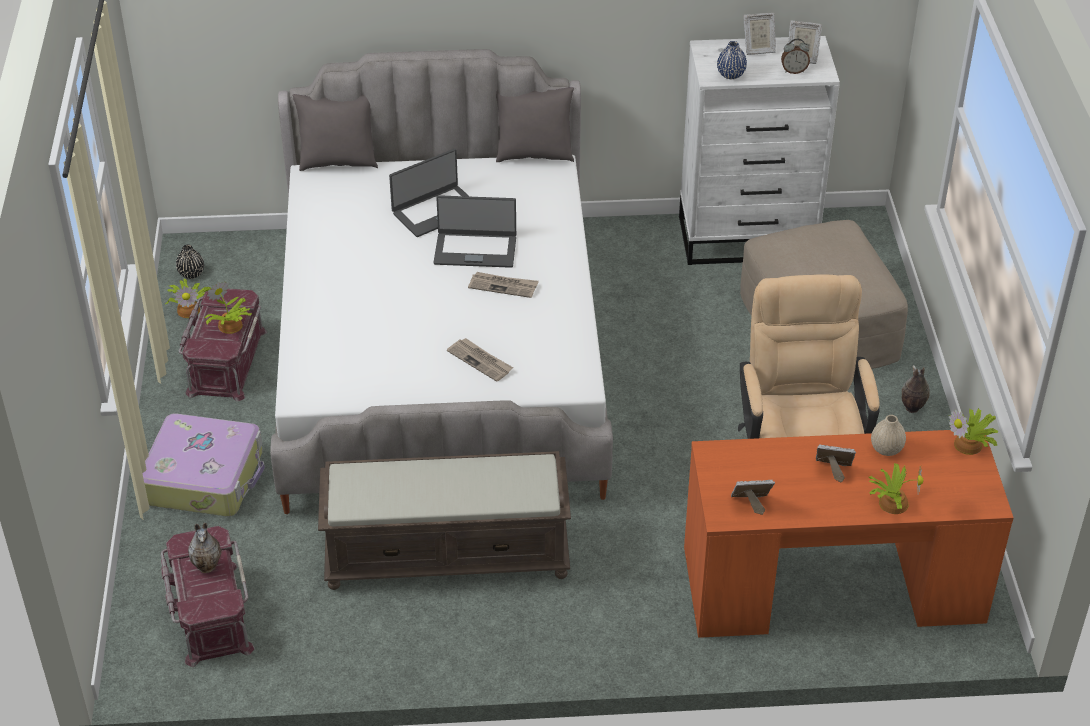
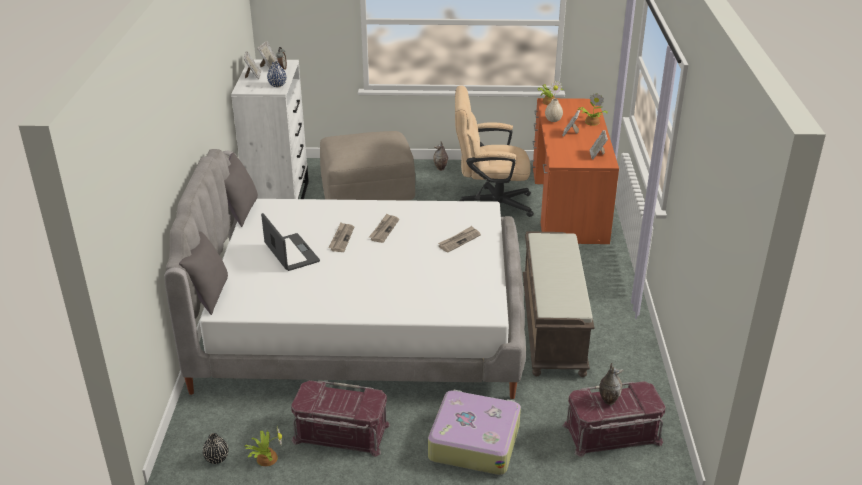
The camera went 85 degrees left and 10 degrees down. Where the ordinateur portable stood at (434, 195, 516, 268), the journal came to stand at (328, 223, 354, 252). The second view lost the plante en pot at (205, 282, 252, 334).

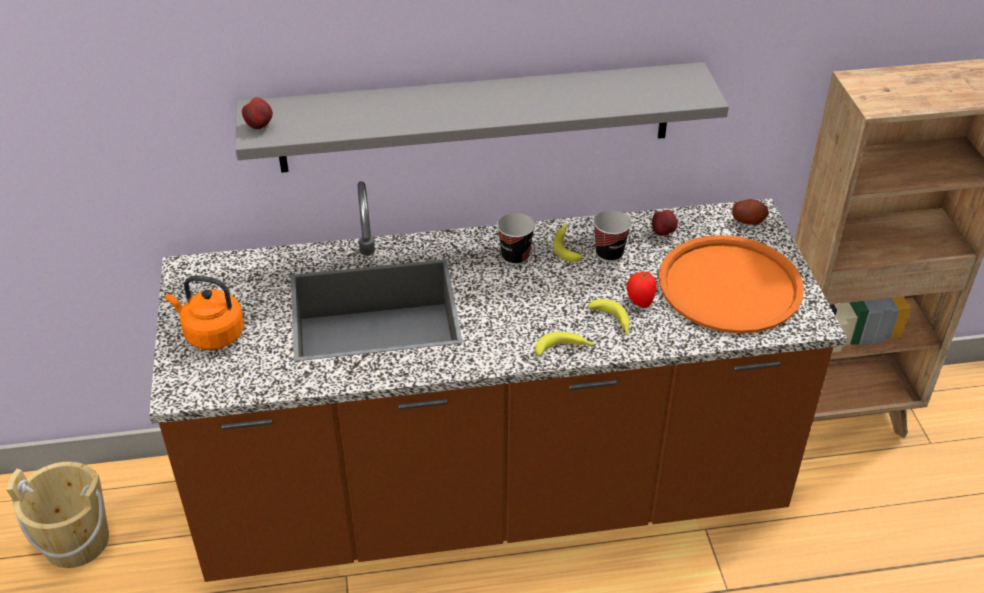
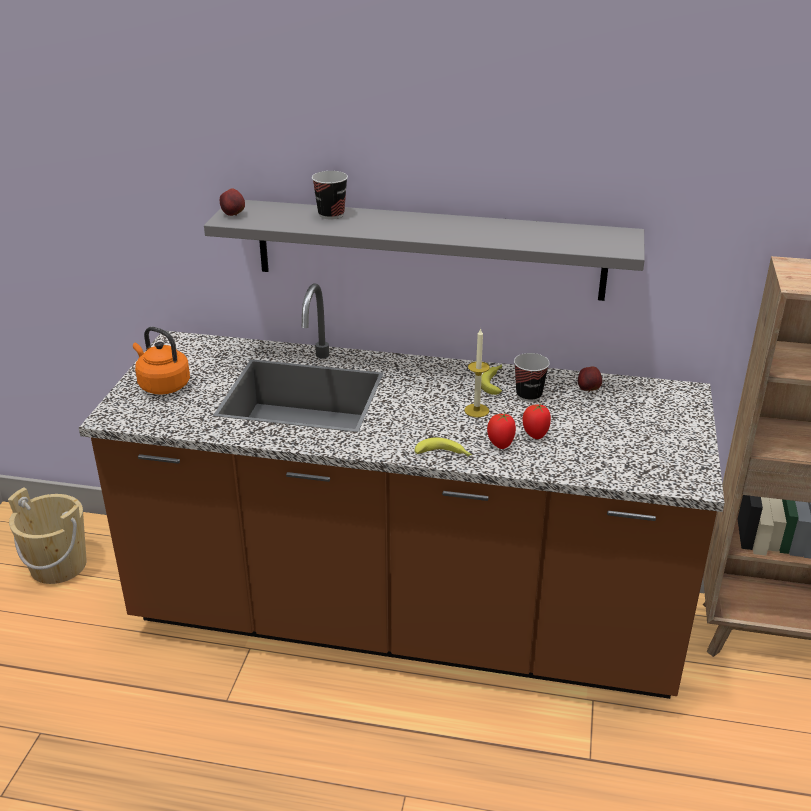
The camera went 20 degrees right and 10 degrees down. The second view lost the pomme de terre at (732, 199, 769, 225). The tasse ended up elsewhere, having gone from (497, 213, 535, 265) to (312, 171, 348, 219). The second view lost the plateau/orange at (659, 235, 804, 334). Where the banane stood at (588, 299, 630, 336), the tomate came to stand at (487, 413, 516, 449). The second view gained the bougie at (464, 328, 490, 417).

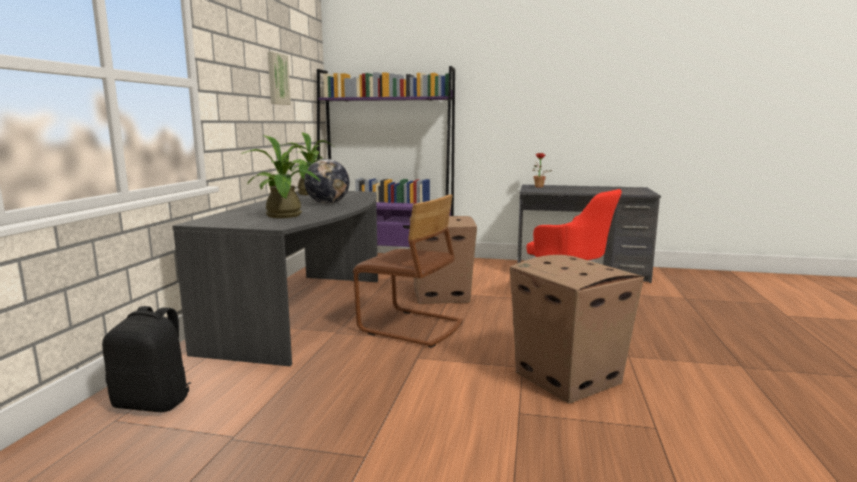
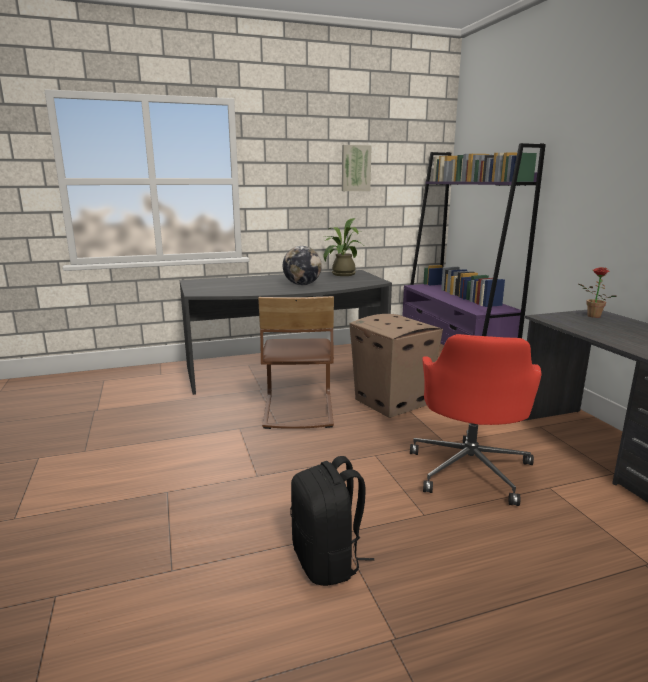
The camera went 60 degrees right and 5 degrees up. The second view lost the plante en pot at (241, 135, 320, 218). The second view lost the carton at (510, 255, 644, 404). The sac à dos/noir ended up elsewhere, having gone from (102, 306, 191, 412) to (290, 456, 374, 586).

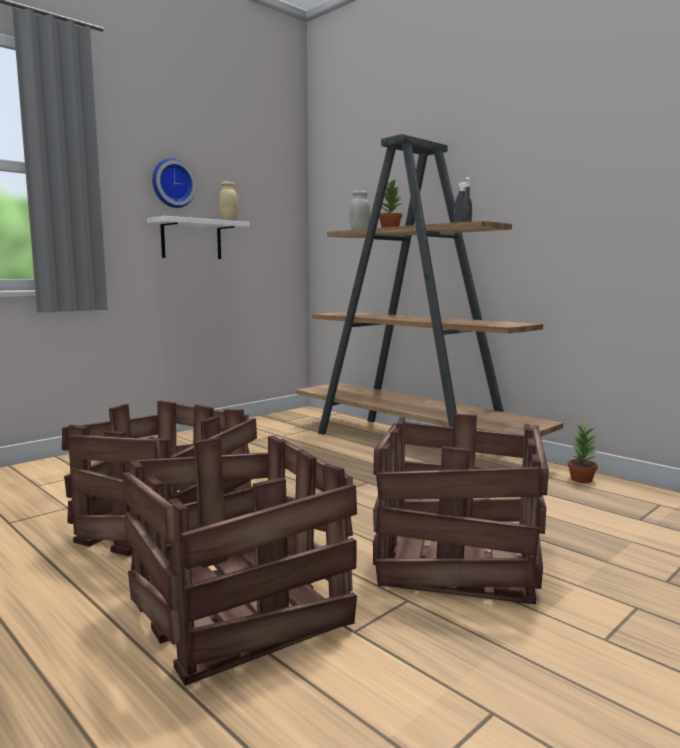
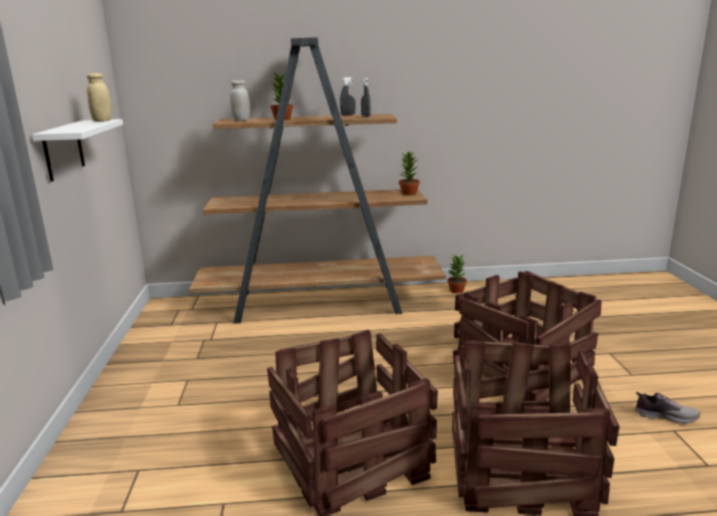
The camera went 50 degrees left and 10 degrees up. The second view lost the horloge murale at (152, 158, 196, 208). The second view gained the plante en pot at (399, 152, 420, 195). The second view gained the chaussure at (635, 392, 700, 424).

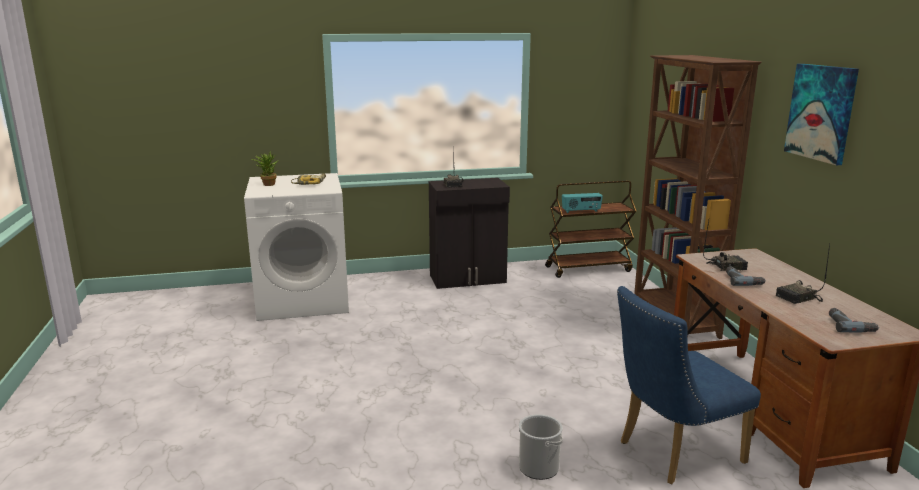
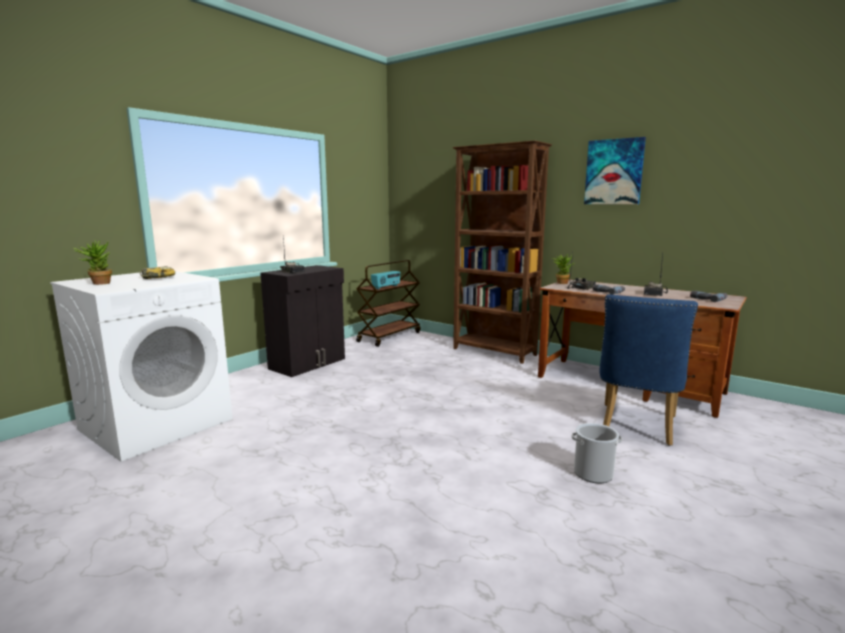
The camera went 40 degrees left and 5 degrees down. The second view gained the plante en pot at (552, 254, 575, 284).

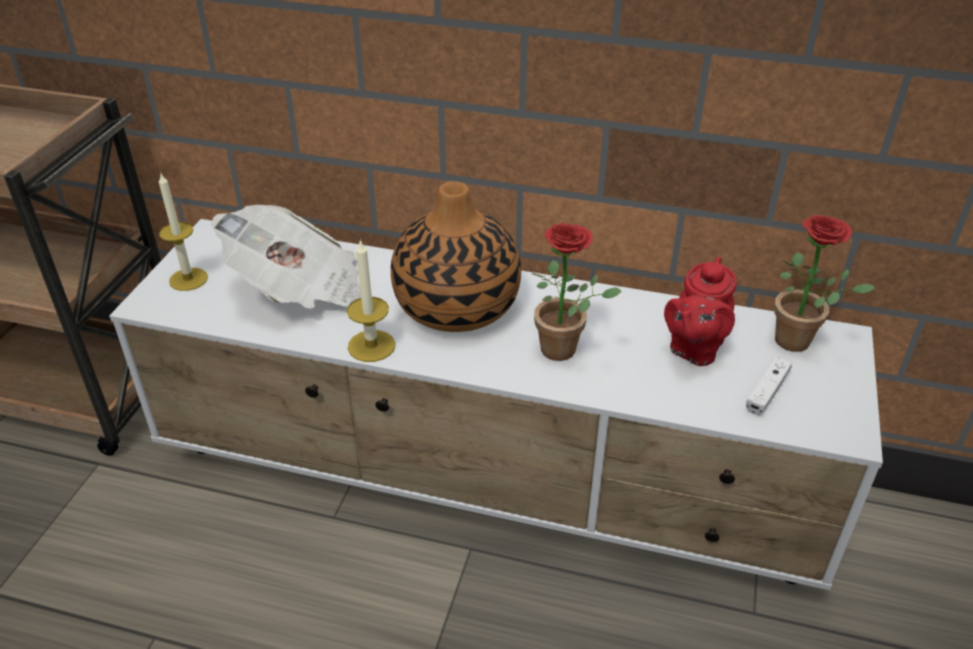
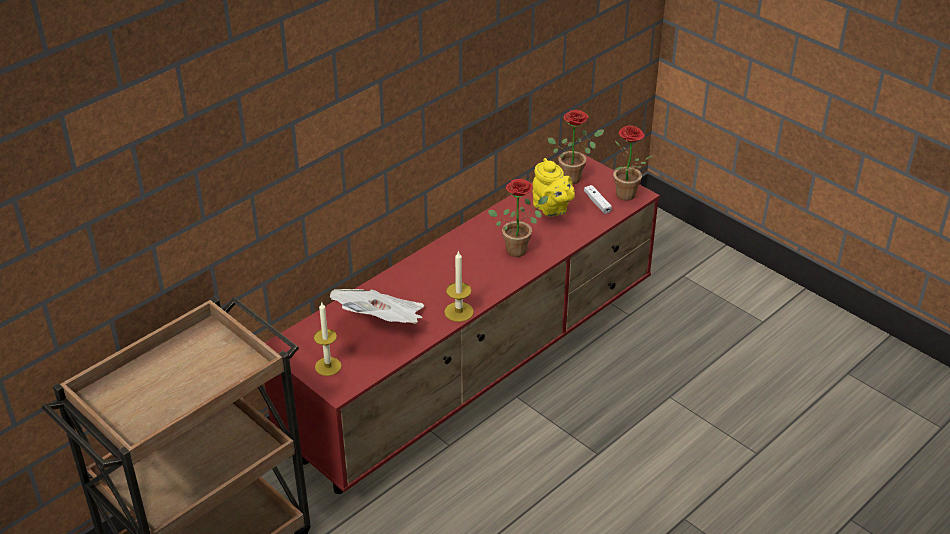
The camera went 60 degrees left and 0 degrees up. The second view lost the vase at (391, 181, 521, 332). What was the meuble télé/blanc at (109, 219, 883, 590) turned into the meuble télé/rouge at (265, 153, 660, 494). What was the théière/rouge at (664, 257, 737, 366) turned into the théière/jaune at (533, 158, 575, 217). The second view gained the plante en pot at (614, 125, 653, 201).

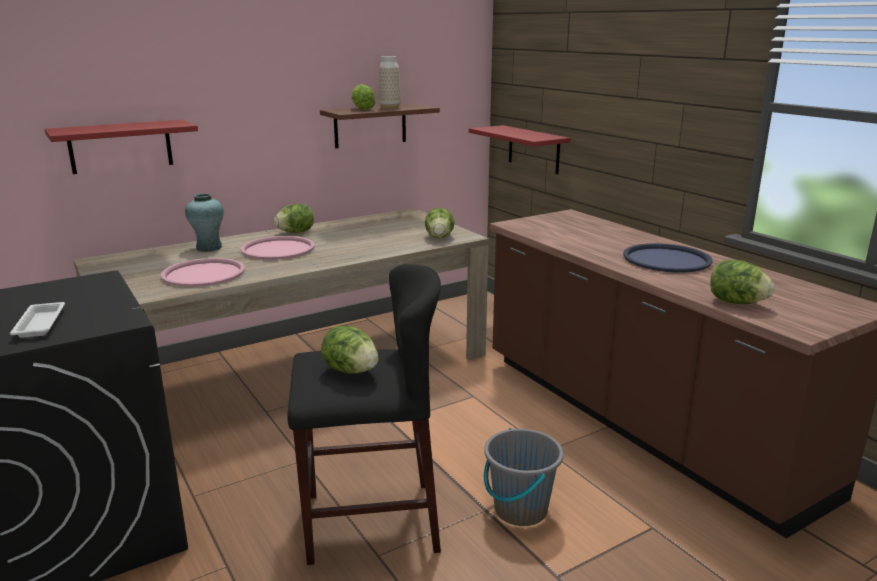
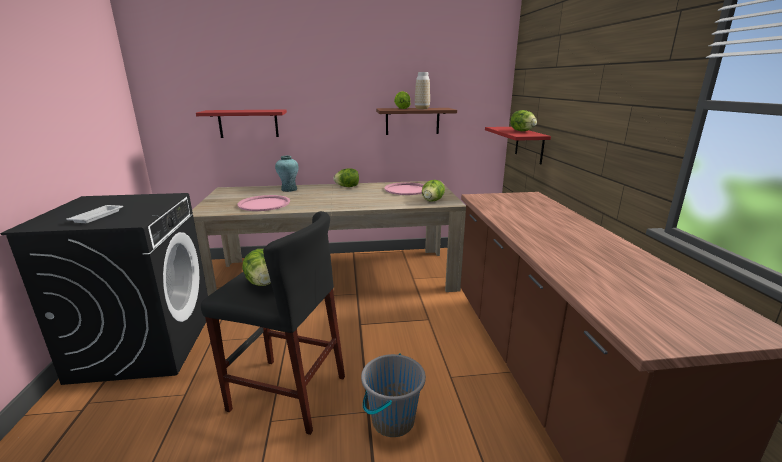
The camera went 25 degrees right and 0 degrees up. The plateau/rose ended up elsewhere, having gone from (240, 236, 314, 260) to (384, 182, 424, 195). The second view lost the plateau/bleu at (623, 243, 713, 273). The laitue ended up elsewhere, having gone from (710, 260, 775, 304) to (510, 110, 537, 131).

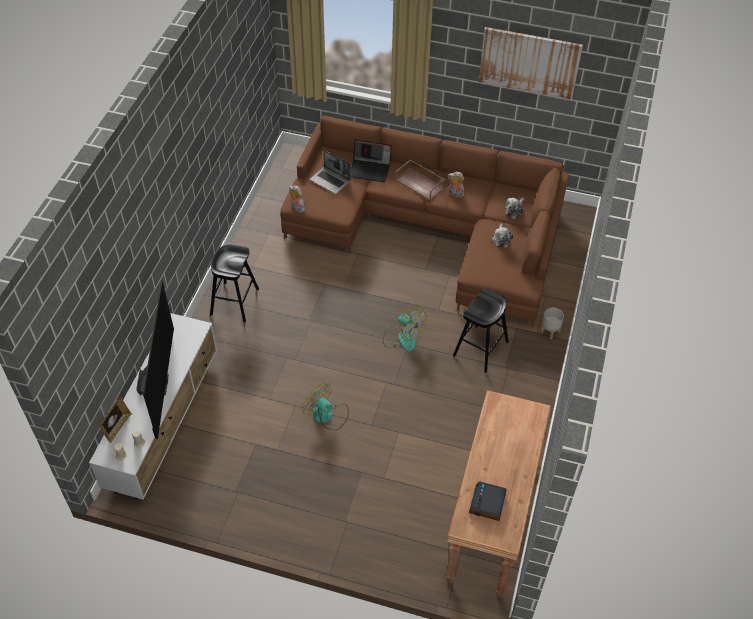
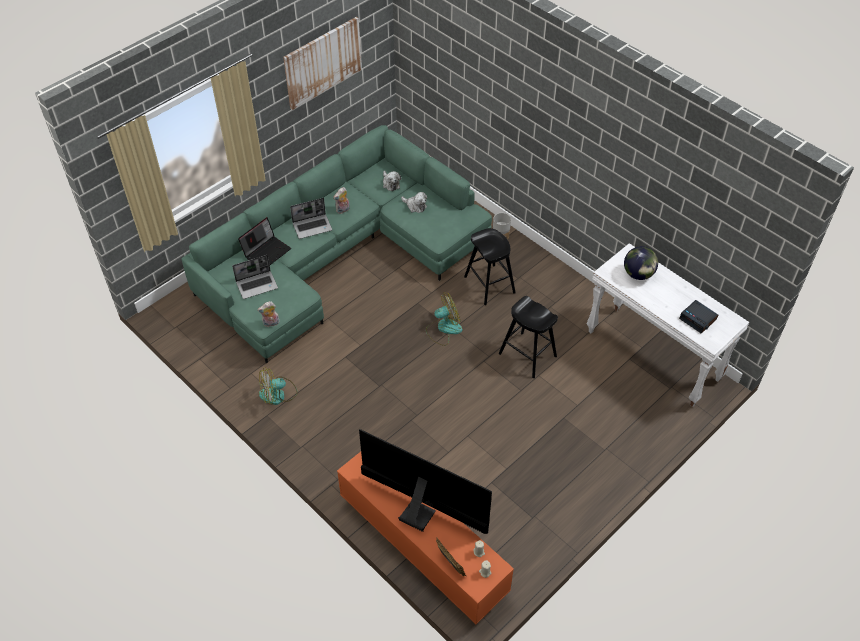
The camera went 60 degrees left and 0 degrees up. What was the canapé/marron at (280, 116, 569, 327) turned into the canapé/vert at (181, 125, 492, 363). Where the plateau/marron stood at (396, 159, 445, 200), the ordinateur portable came to stand at (290, 198, 332, 239). The tabouret/noir ended up elsewhere, having gone from (210, 244, 259, 322) to (499, 296, 558, 378). What was the meuble télé/blanc at (89, 313, 217, 500) turned into the meuble télé/orange at (337, 452, 514, 624). The ventilateur ended up elsewhere, having gone from (302, 382, 349, 430) to (259, 367, 298, 405). What was the table console/marron at (444, 390, 551, 597) turned into the table console/blanc at (587, 243, 749, 407). The second view gained the globe at (624, 246, 658, 280).

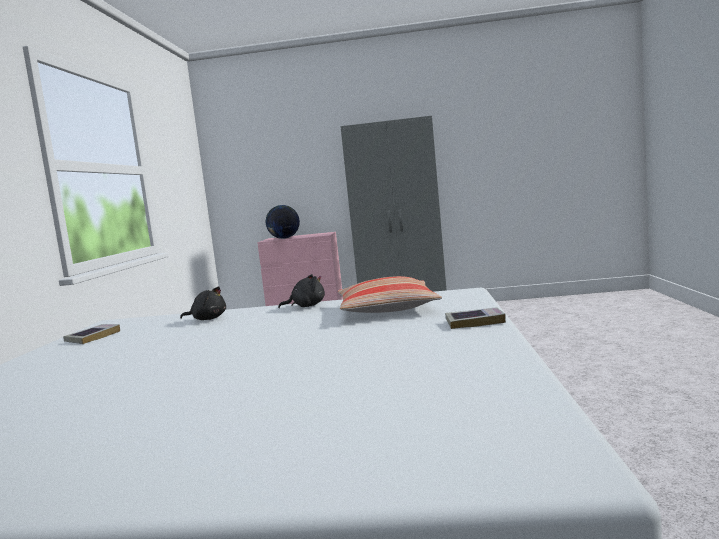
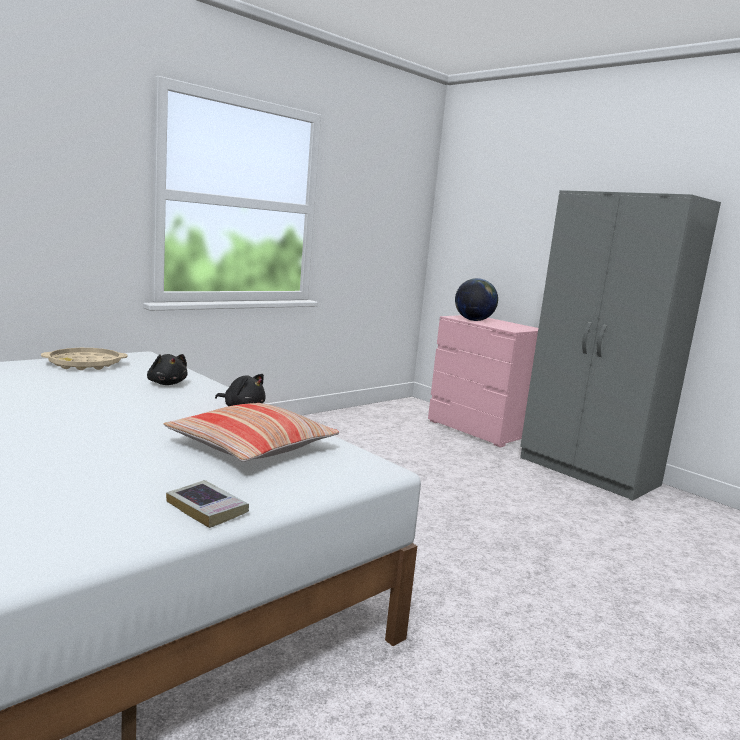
The camera went 40 degrees right and 5 degrees up. Where the livre stood at (63, 324, 120, 344), the plateau/beige came to stand at (41, 348, 127, 370).

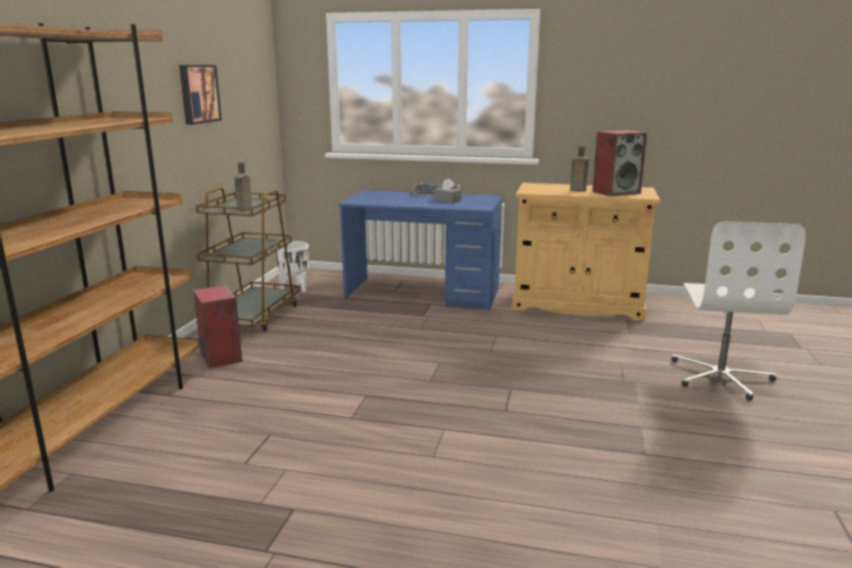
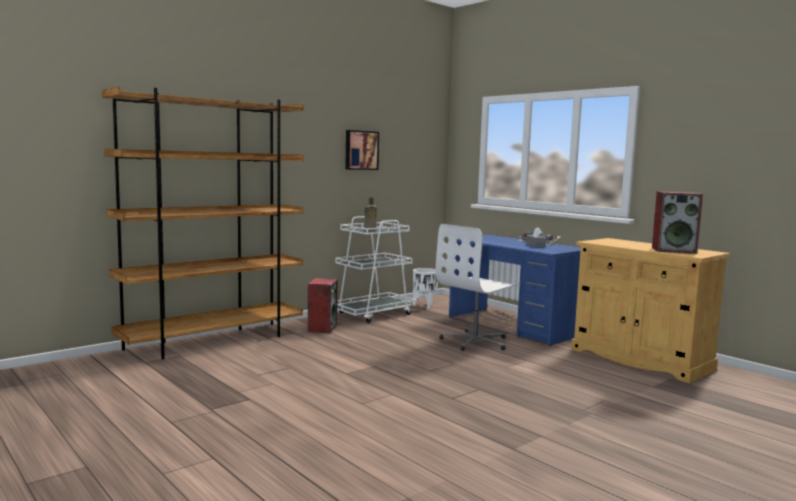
The camera went 35 degrees right and 10 degrees down. The second view lost the bouteille/marron at (570, 146, 589, 192). What was the chariot/marron at (196, 187, 299, 331) turned into the chariot/blanc at (336, 216, 416, 323). The chaise de bureau/blanc ended up elsewhere, having gone from (672, 221, 806, 400) to (435, 224, 518, 351).

